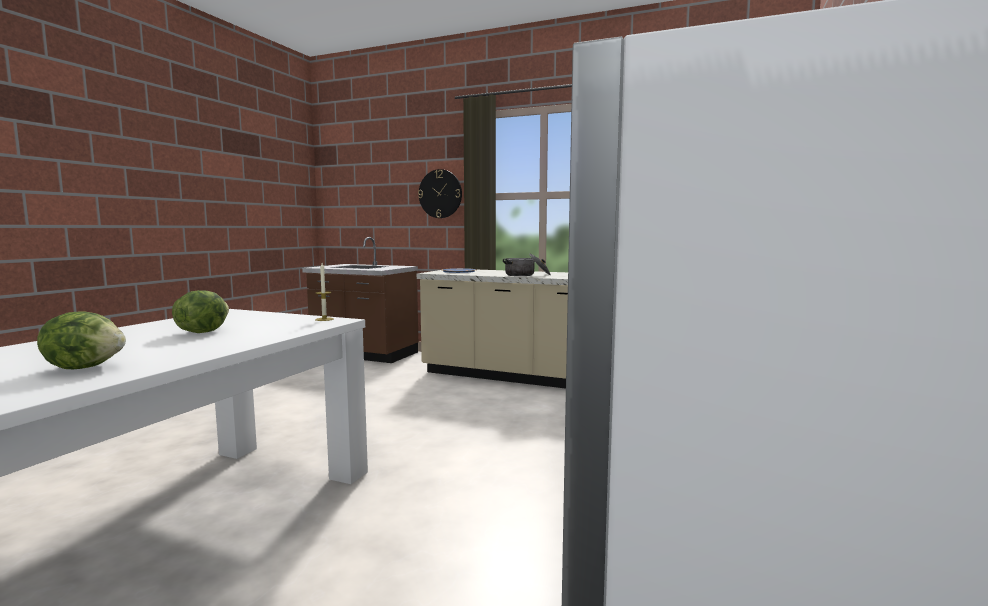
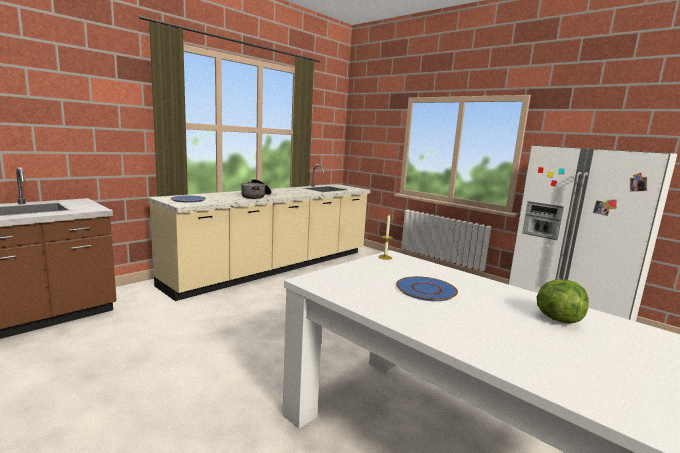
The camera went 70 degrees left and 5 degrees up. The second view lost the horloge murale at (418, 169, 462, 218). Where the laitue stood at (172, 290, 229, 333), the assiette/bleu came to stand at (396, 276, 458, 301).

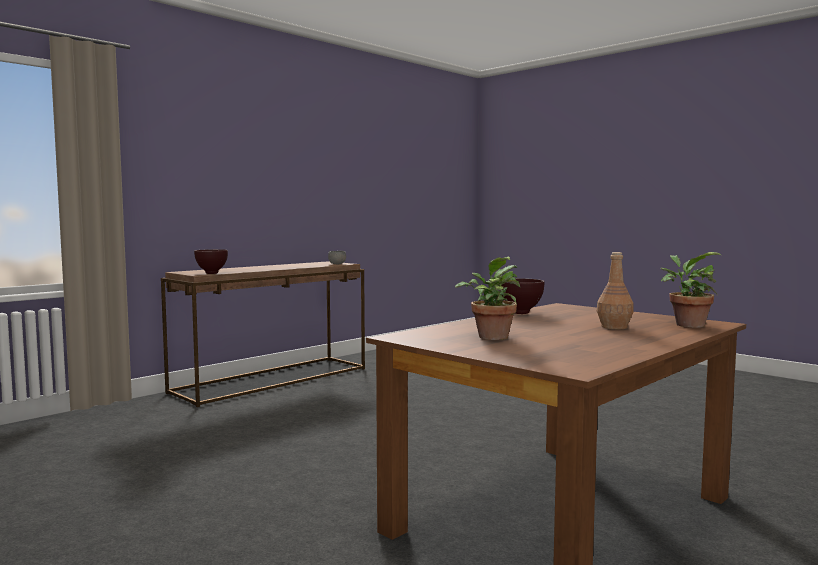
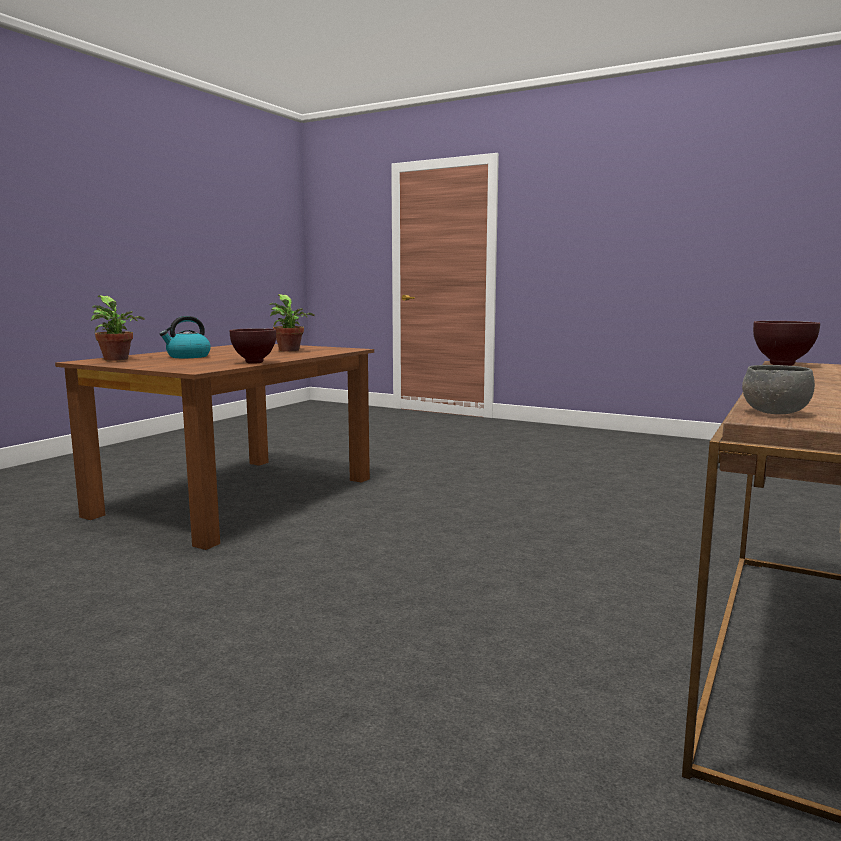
The camera went 165 degrees right and 5 degrees up. Where the bouteille/marron stood at (597, 252, 633, 329), the bouilloire came to stand at (159, 316, 211, 358).

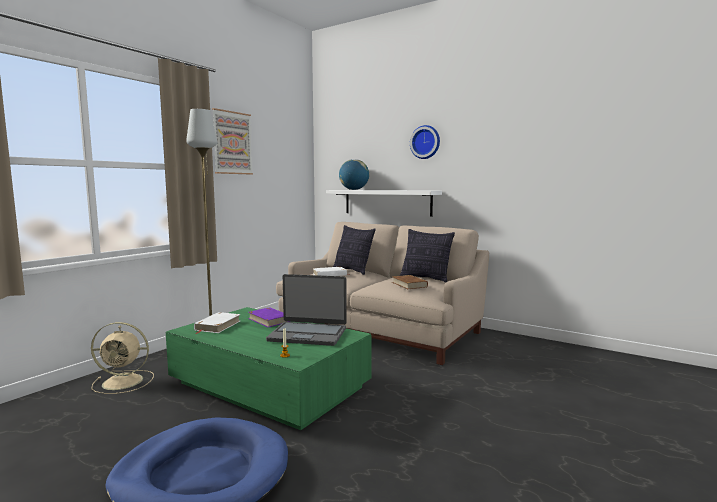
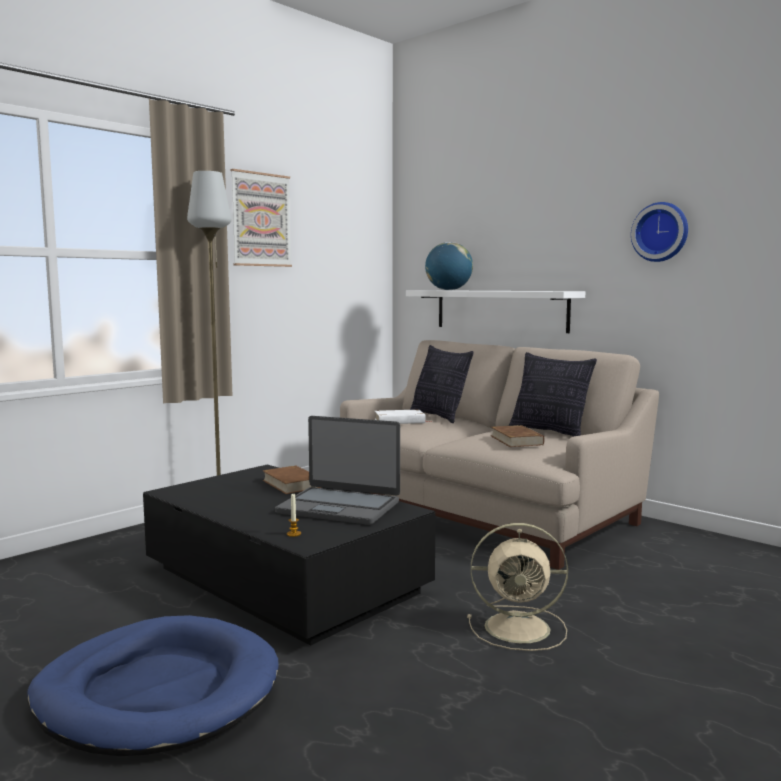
The camera went 10 degrees right and 0 degrees up. The horloge murale ended up elsewhere, having gone from (410, 125, 440, 159) to (631, 202, 688, 262). What was the table basse/vert at (166, 307, 372, 430) turned into the table basse/noir at (143, 464, 436, 646). What was the livre/violet at (248, 307, 289, 327) turned into the livre/marron at (263, 465, 321, 494). The second view lost the livre/blanc at (194, 312, 240, 334). The ventilateur/beige ended up elsewhere, having gone from (91, 322, 154, 394) to (467, 523, 568, 651).

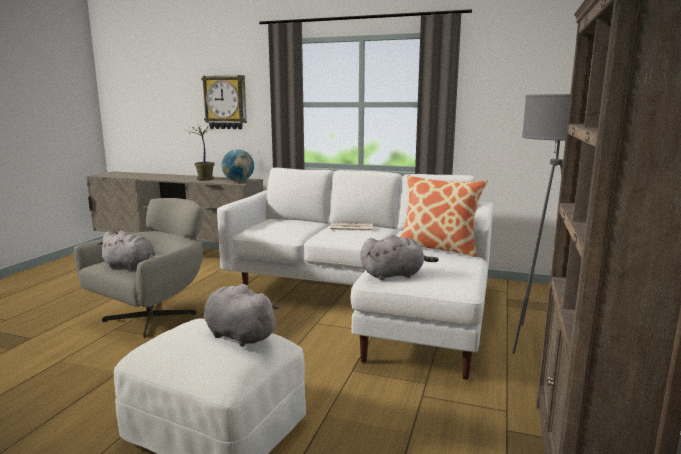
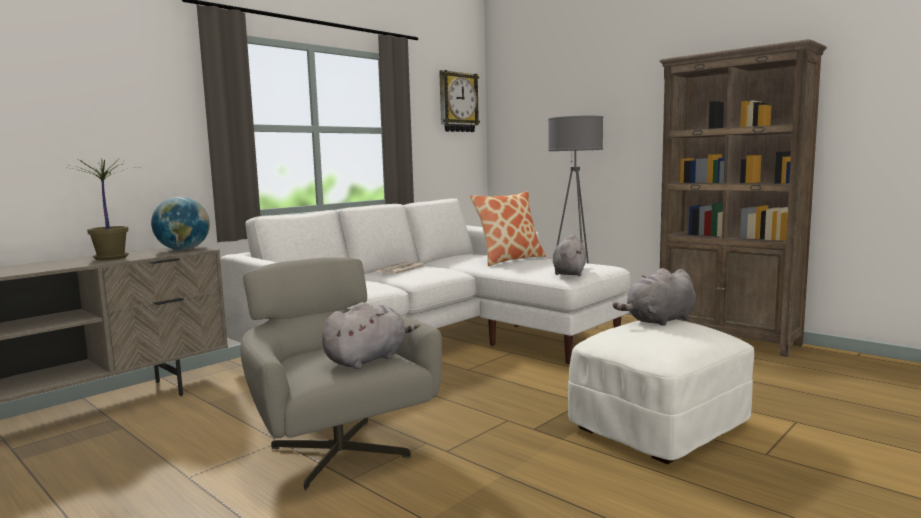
The camera went 65 degrees left and 5 degrees down. The horloge murale ended up elsewhere, having gone from (201, 75, 247, 129) to (439, 70, 480, 132).

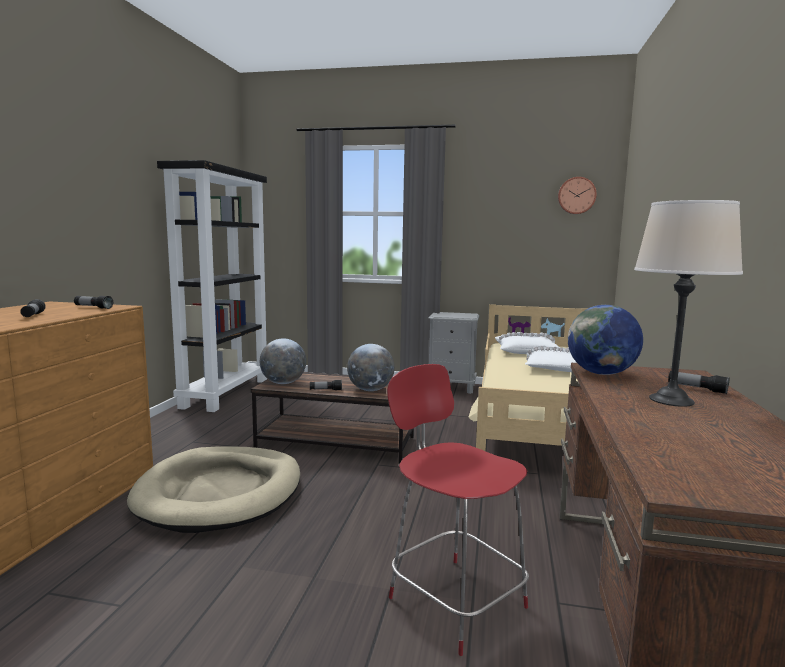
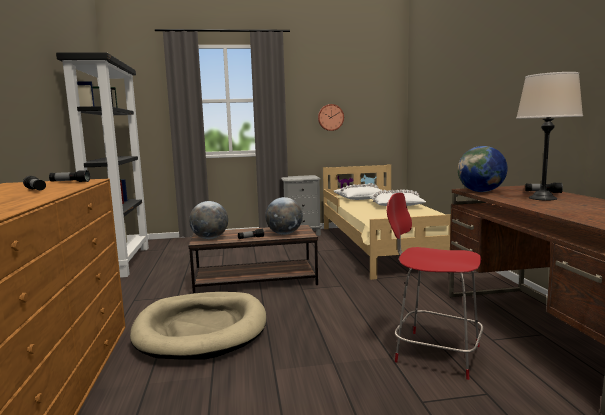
The camera went 20 degrees left and 0 degrees up. The horloge murale ended up elsewhere, having gone from (558, 177, 597, 214) to (318, 104, 344, 131).

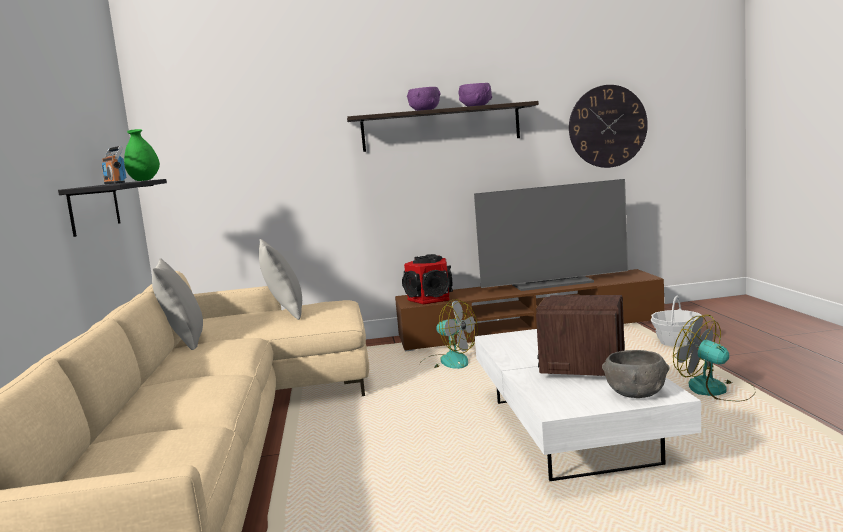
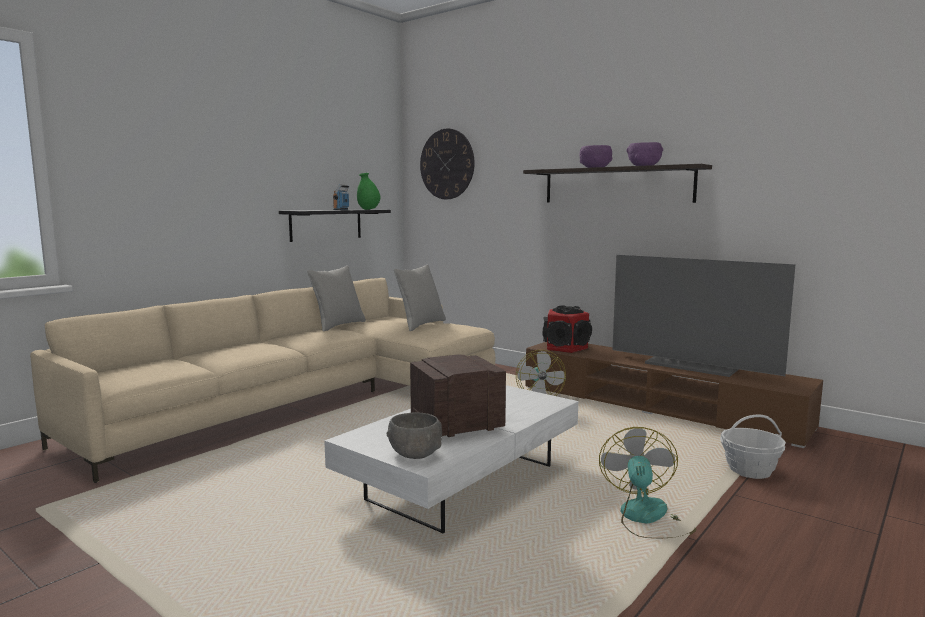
The camera went 45 degrees right and 0 degrees up. The horloge murale ended up elsewhere, having gone from (569, 85, 648, 168) to (420, 128, 474, 199).

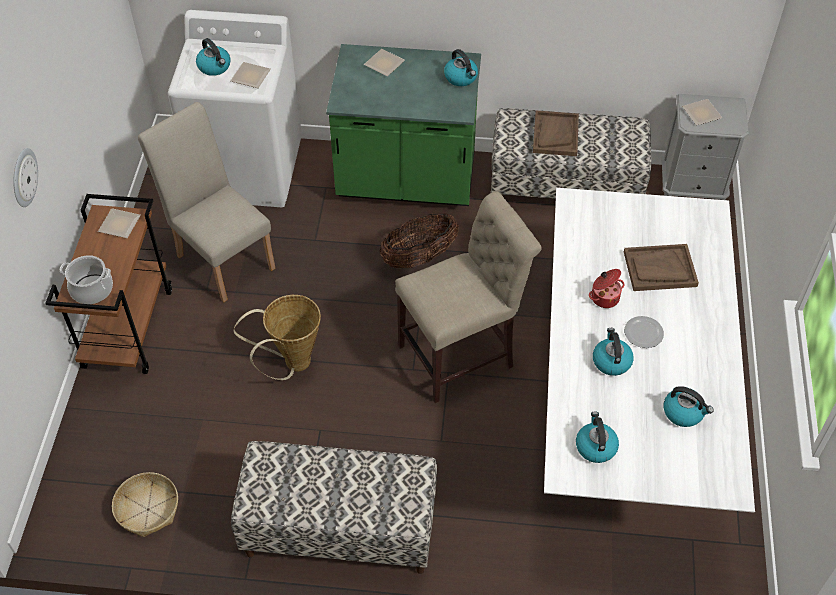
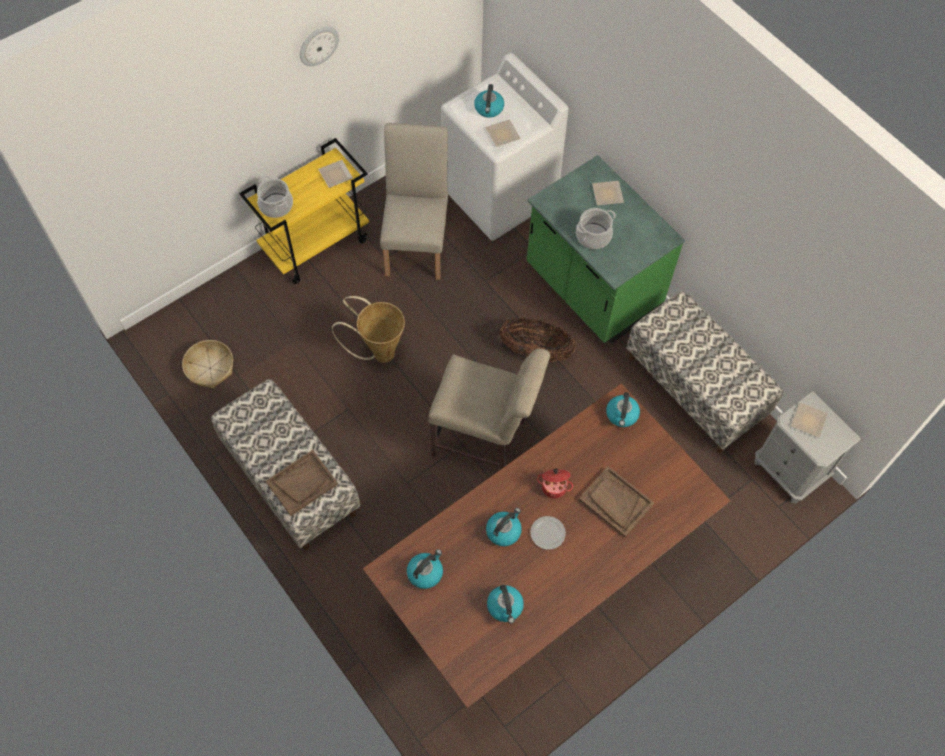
The camera went 45 degrees right and 10 degrees up. The bouilloire ended up elsewhere, having gone from (444, 49, 478, 86) to (606, 392, 640, 427). The plateau/marron ended up elsewhere, having gone from (533, 111, 579, 156) to (266, 450, 338, 516). The horloge murale ended up elsewhere, having gone from (13, 148, 38, 207) to (300, 27, 339, 66). What was the table à manger/blanc at (544, 188, 755, 513) turned into the table à manger/marron at (363, 383, 731, 708). What was the chariot/marron at (45, 194, 172, 374) turned into the chariot/jaune at (239, 138, 369, 284). The second view gained the marmite at (576, 208, 616, 249).

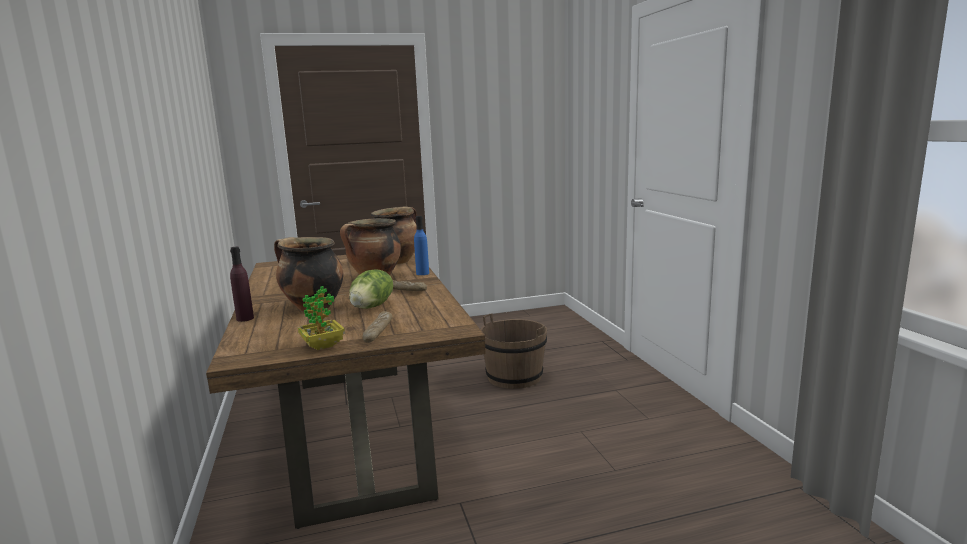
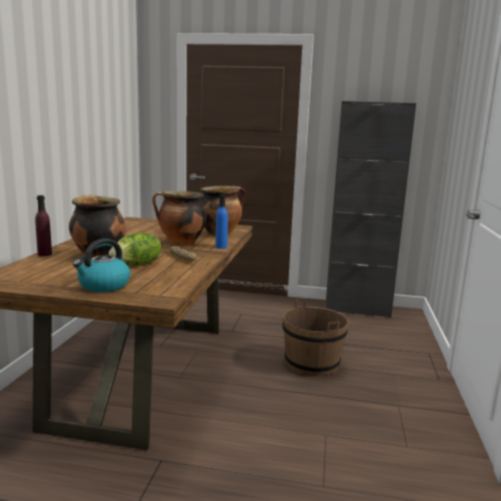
The camera went 25 degrees right and 0 degrees up. The second view lost the plante en pot at (298, 286, 345, 350). Where the pain stood at (362, 311, 393, 343), the bouilloire came to stand at (73, 238, 130, 292). The second view gained the meuble de rangement/noir at (325, 101, 416, 318).

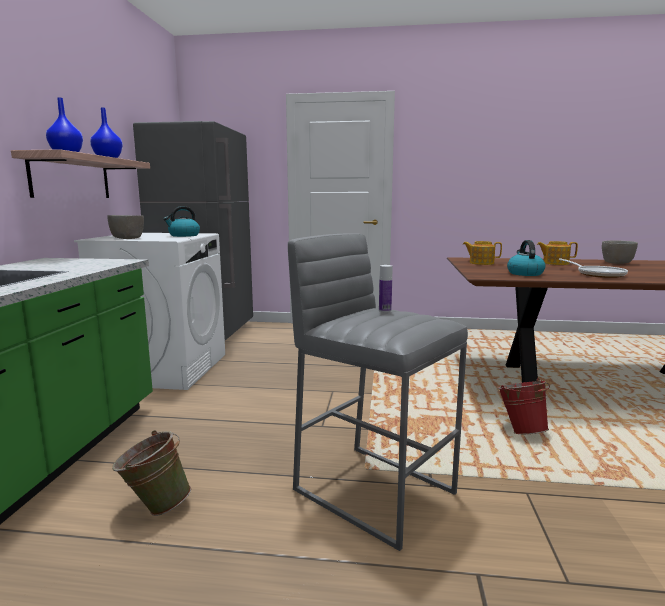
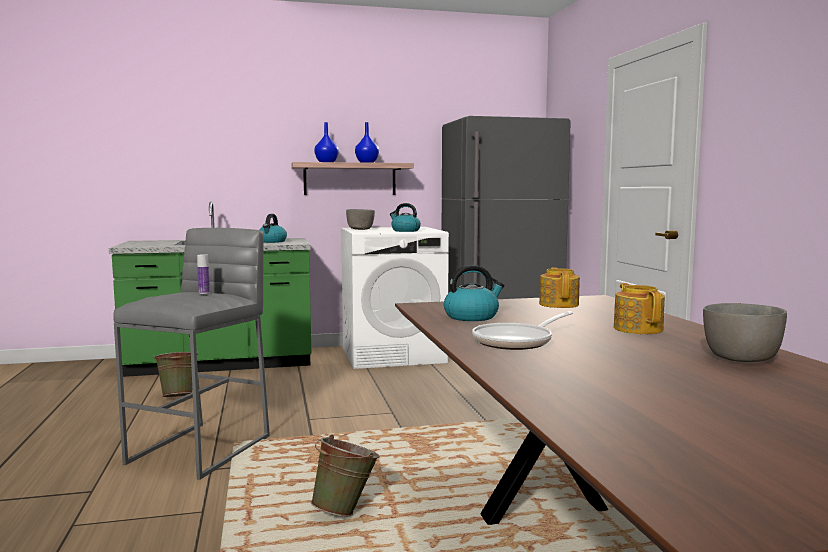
The camera went 70 degrees right and 5 degrees down. What was the seau/rouge at (498, 378, 550, 434) turned into the seau/vert at (311, 434, 380, 516). The second view gained the bouilloire at (259, 214, 287, 243).

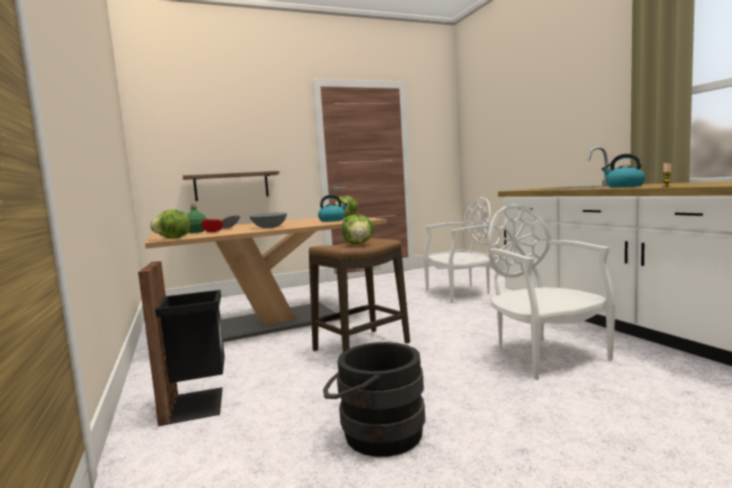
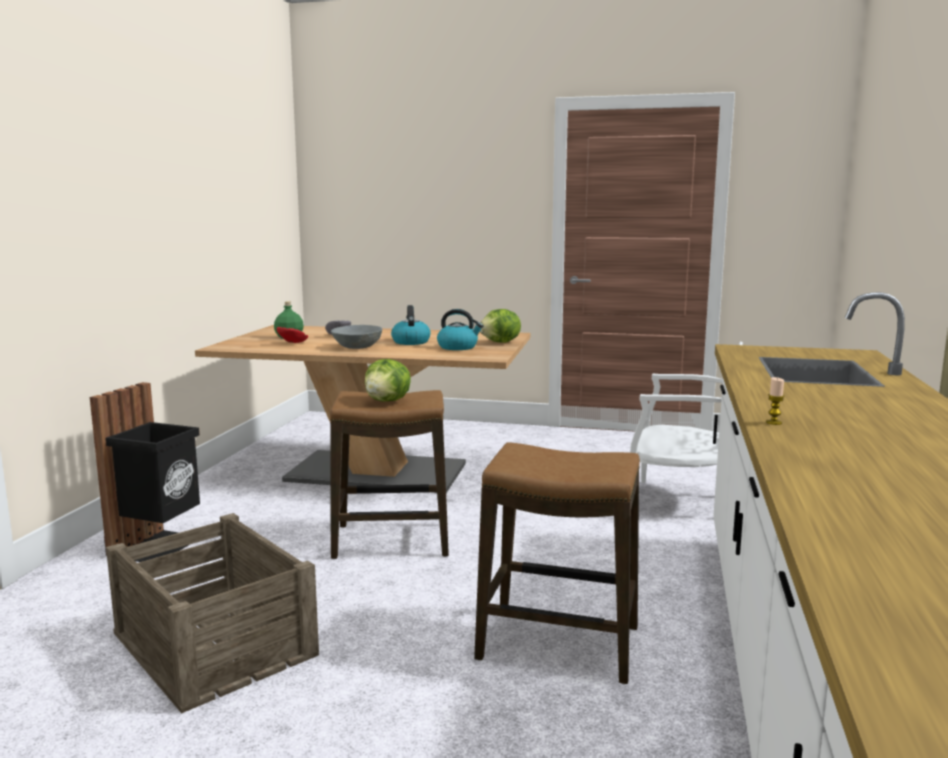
The camera went 35 degrees right and 5 degrees up. The bouilloire ended up elsewhere, having gone from (602, 154, 645, 188) to (391, 305, 431, 345). The second view lost the étagère at (183, 171, 279, 201). Where the chaise/blanc stood at (488, 205, 616, 380), the tabouret came to stand at (474, 442, 640, 684). The second view lost the laitue at (150, 210, 191, 238). Where the seau/noir stood at (323, 342, 425, 457), the caisse came to stand at (106, 513, 319, 714).

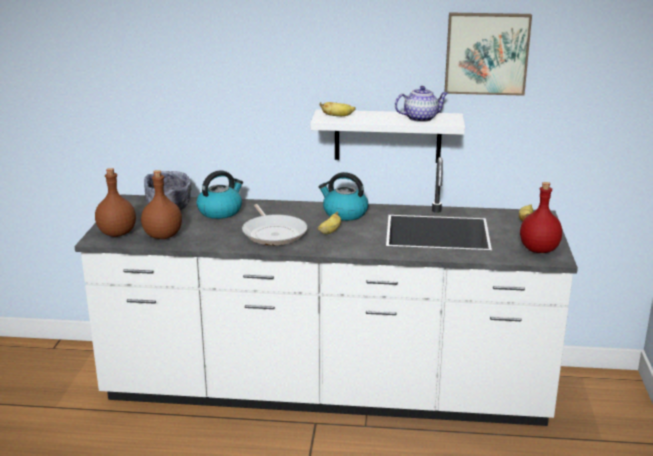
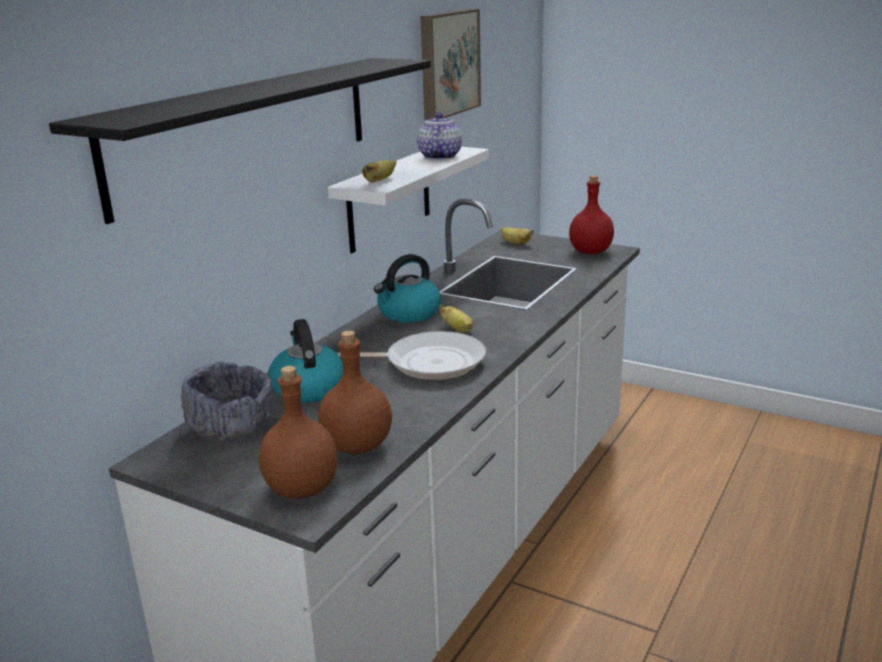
The camera went 65 degrees left and 0 degrees up. The second view gained the étagère/noir at (49, 58, 431, 224).

